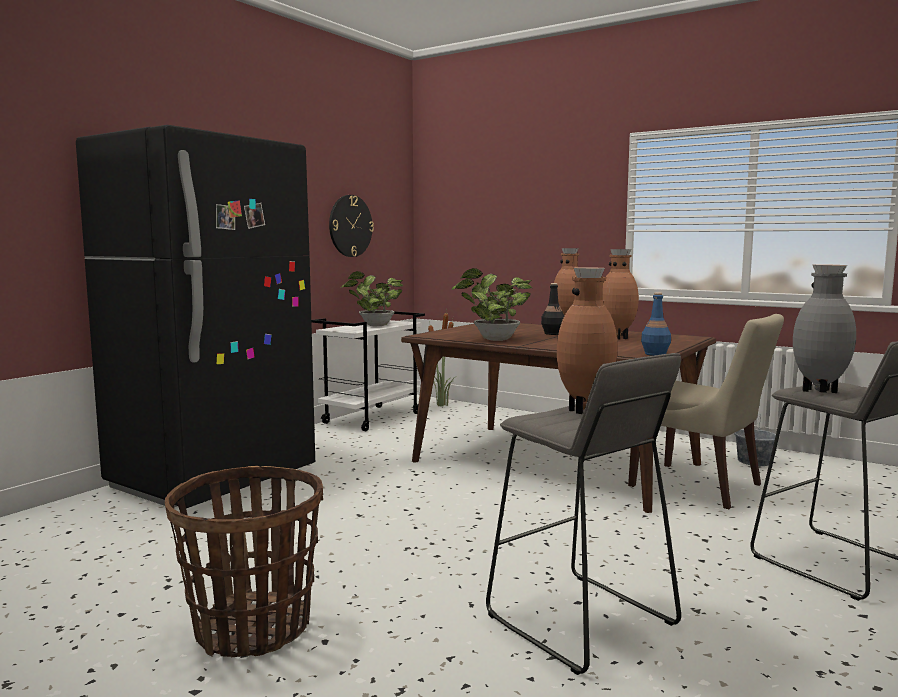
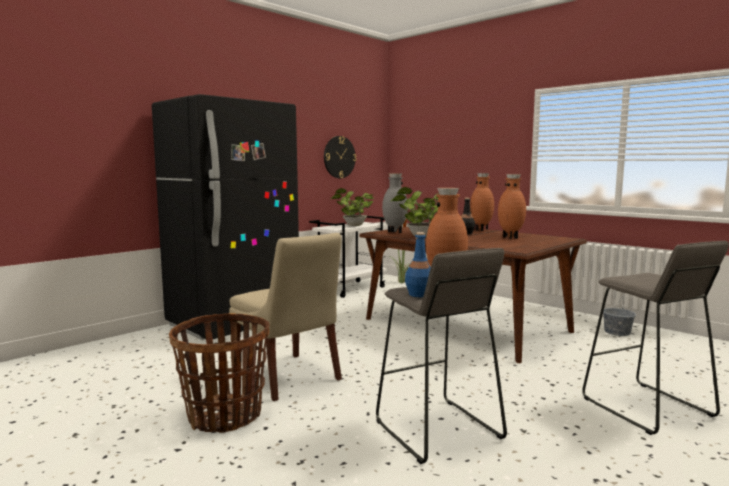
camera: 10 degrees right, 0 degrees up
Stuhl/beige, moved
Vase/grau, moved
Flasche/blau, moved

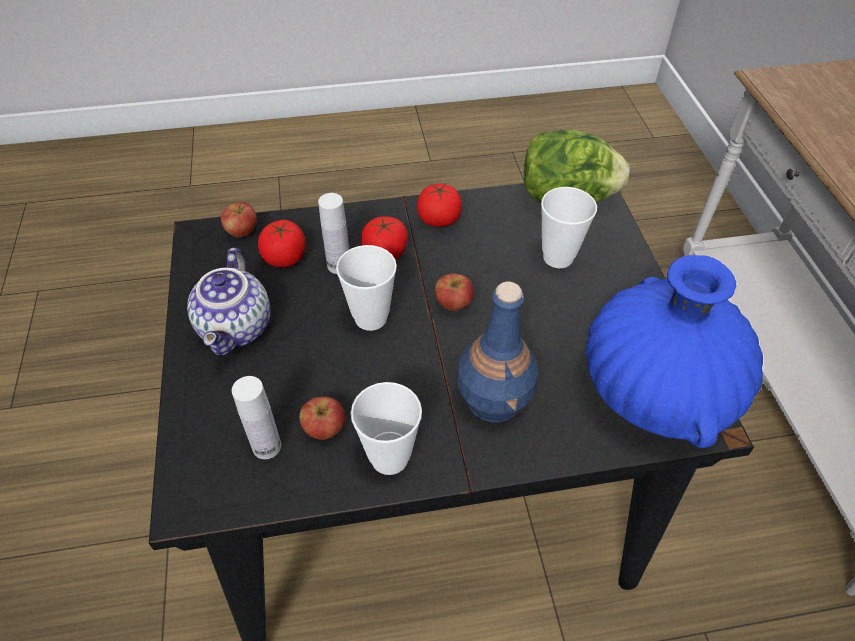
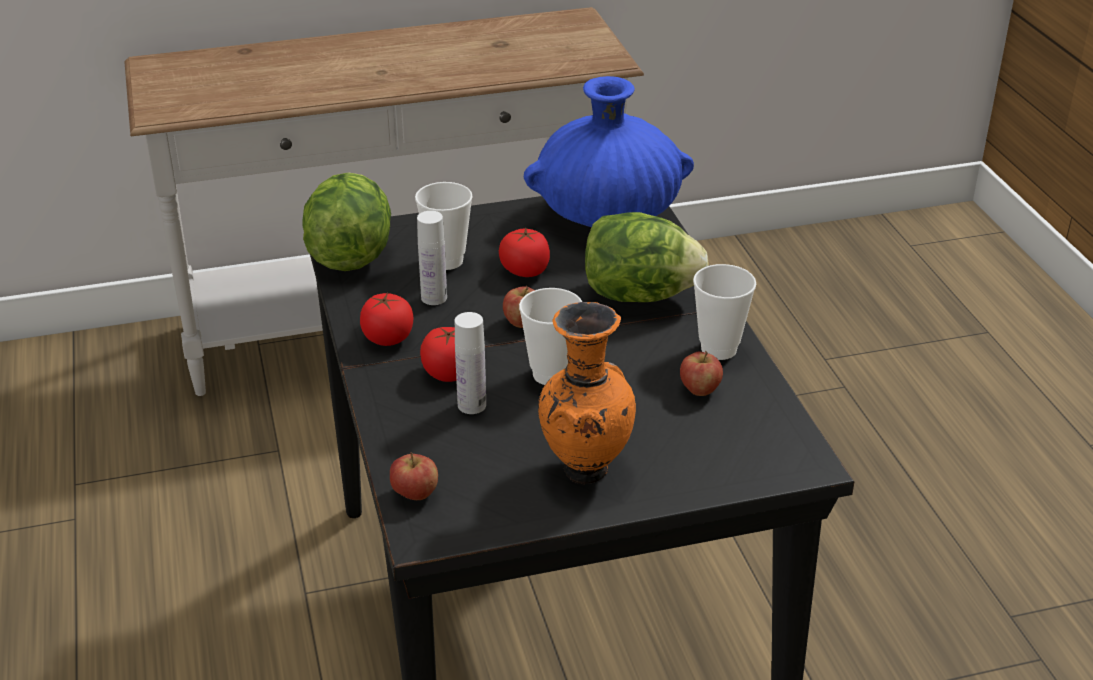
camera: 95 degrees left, 15 degrees down
Flasche/weiß (1st from left), moved
Tomate (1st from left in the first image) => Tomate (3rd from left), moved
Teekanne => Vase/orange
Flasche/blau => Salatkopf (2nd from left)

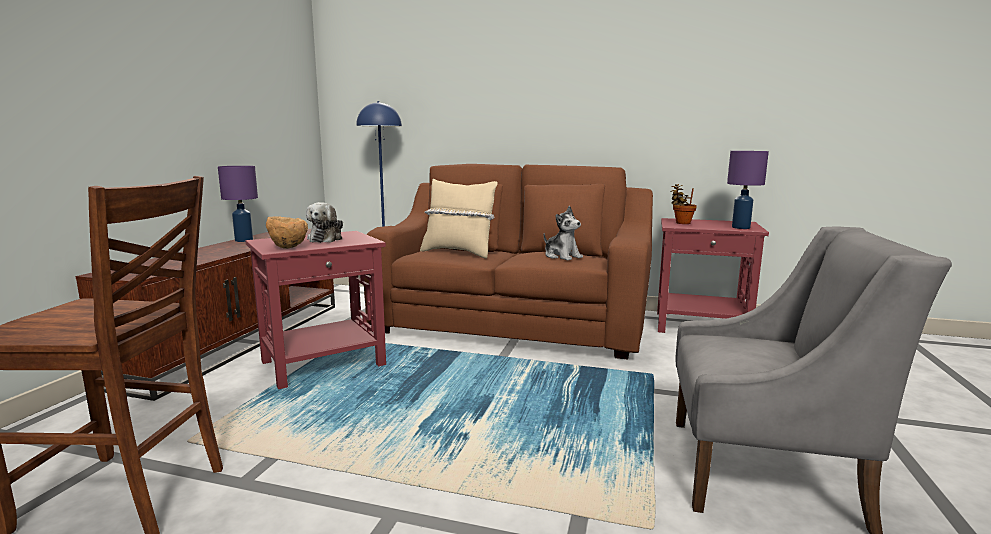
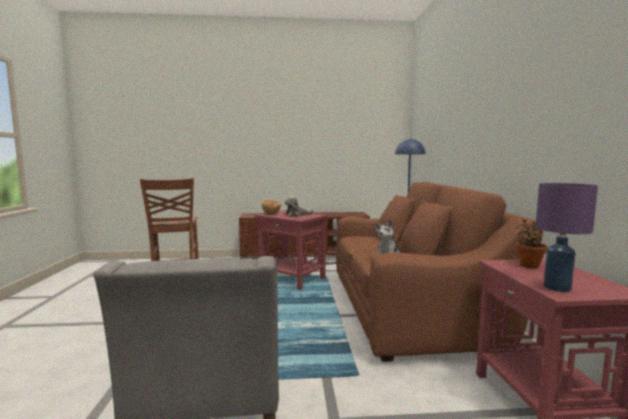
camera: 70 degrees right, 5 degrees down
Tischlampe/lila (1st from left) => nothing
Kissen/beige => nothing

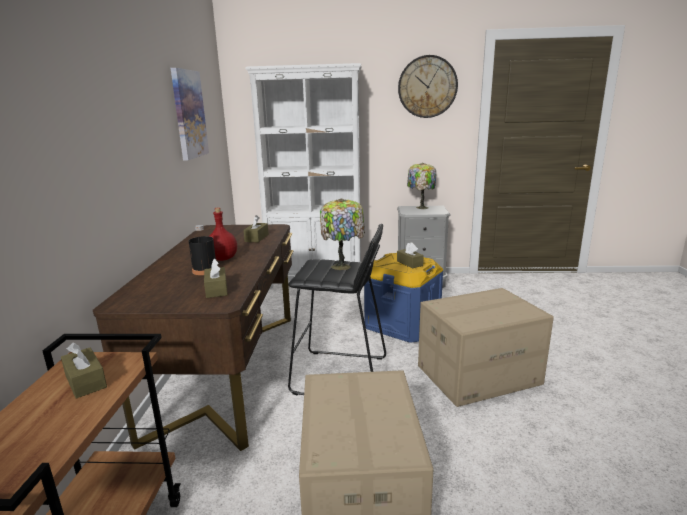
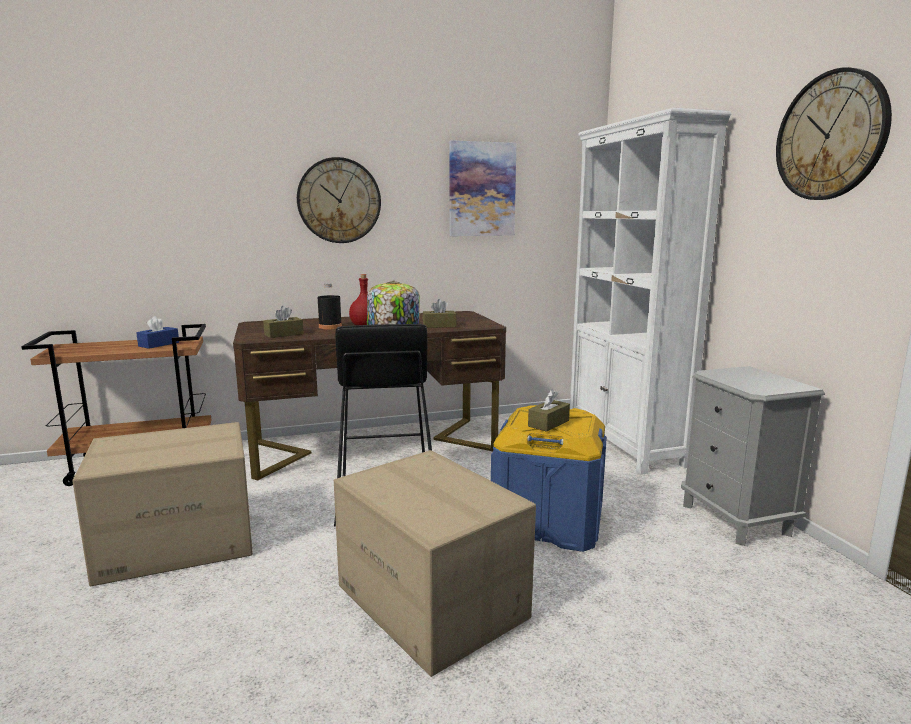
camera: 70 degrees right, 5 degrees down
Taschentuchbox/braun (1st from left) => Taschentuchbox/blau
nothing => Wanduhr (1st from left)
Tischlampe (2nd from left) => nothing

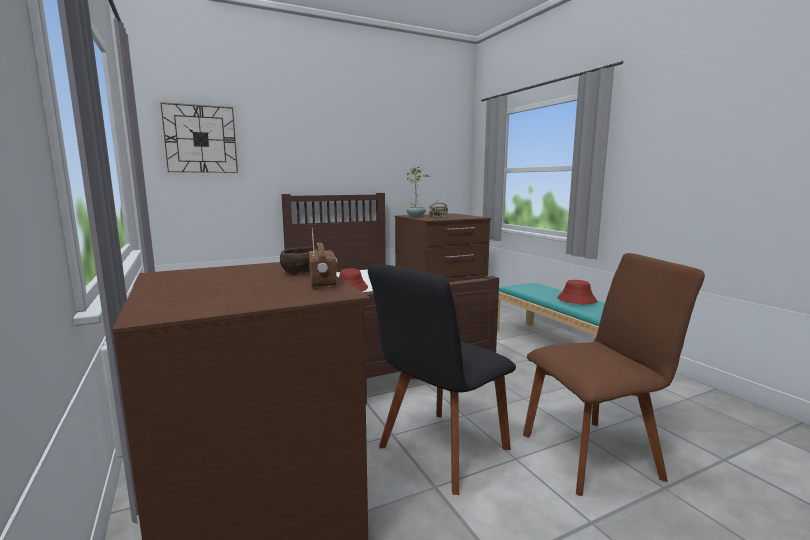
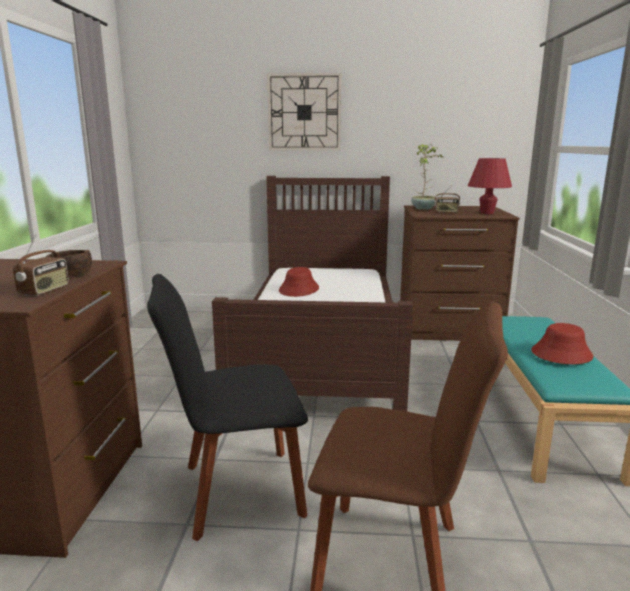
camera: 30 degrees right, 5 degrees up
Wanduhr, moved
nothing => Tischlampe/rot

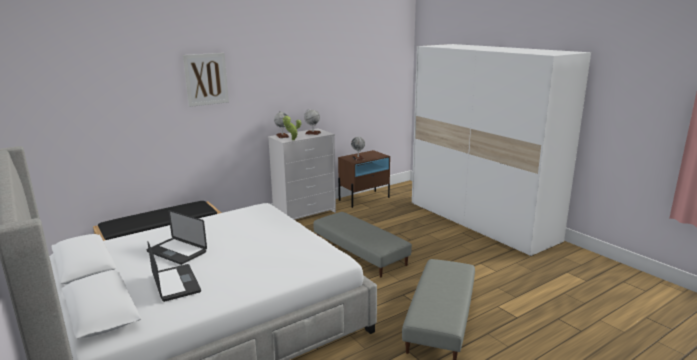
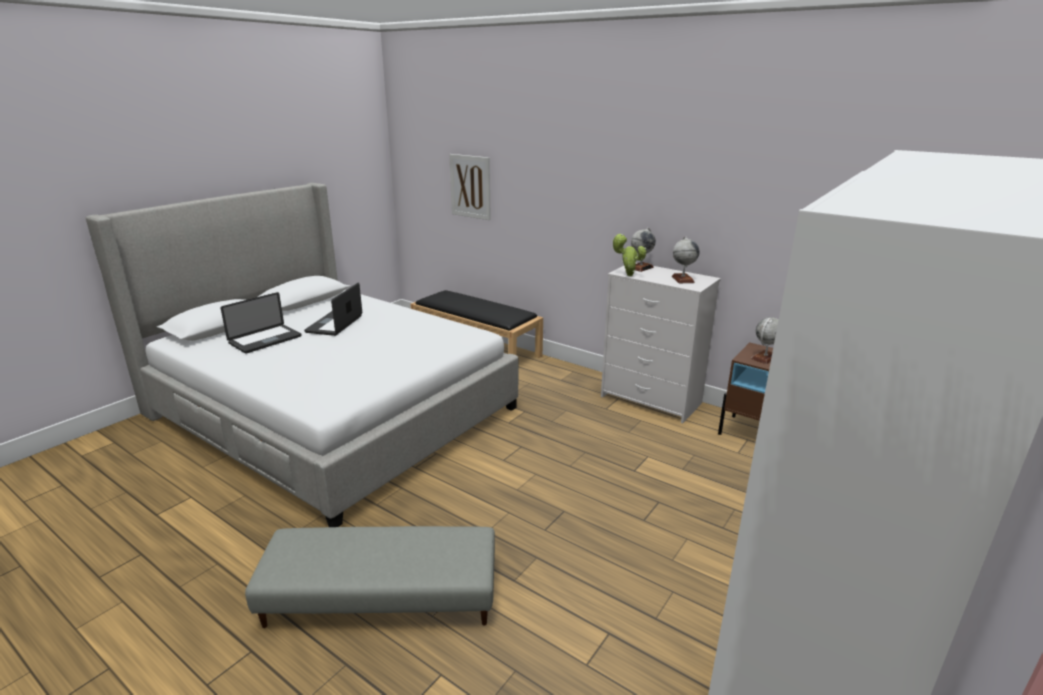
camera: 70 degrees right, 5 degrees up
Bild, moved
Polsterhocker/grau (1st from left) => nothing

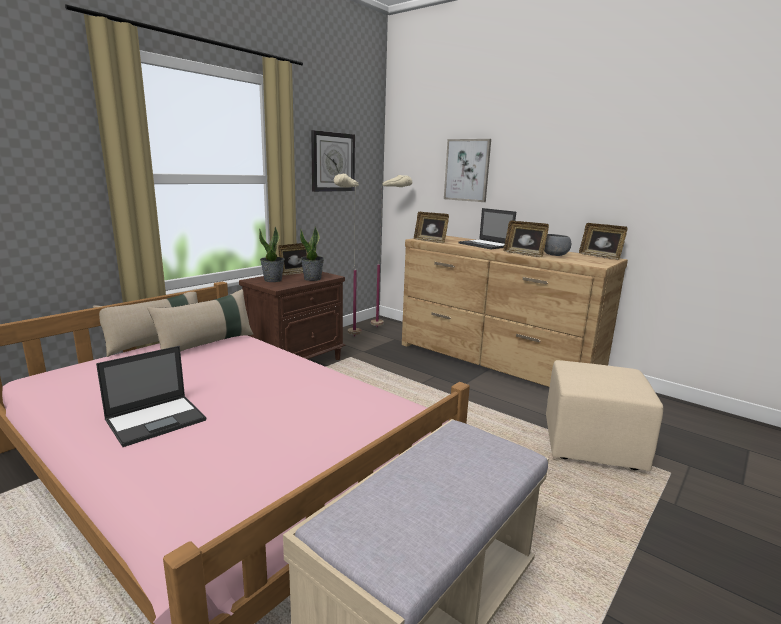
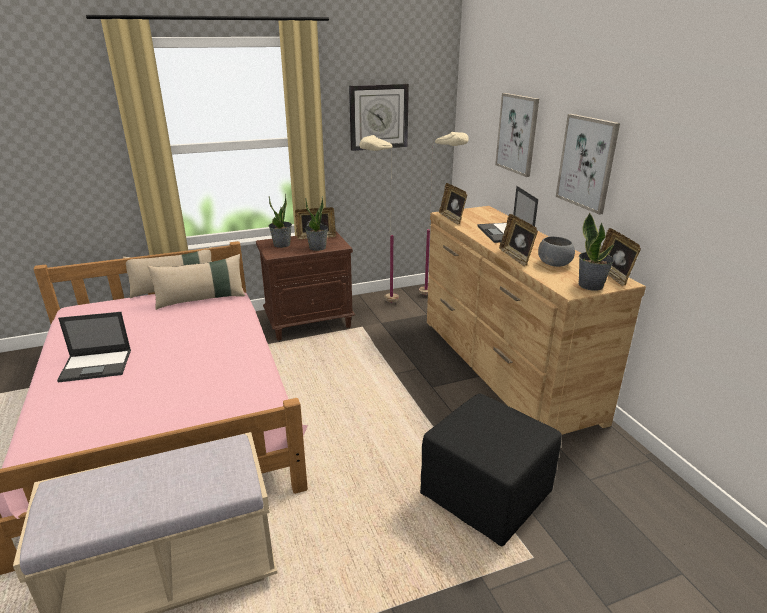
camera: 30 degrees right, 10 degrees up
Polsterhocker/beige => Polsterhocker/schwarz
nothing => Bild (2nd from left)
nothing => Topfpflanze (3rd from left)

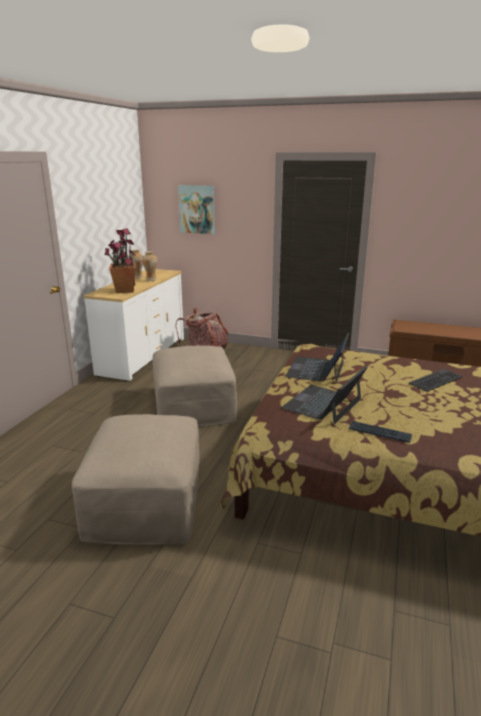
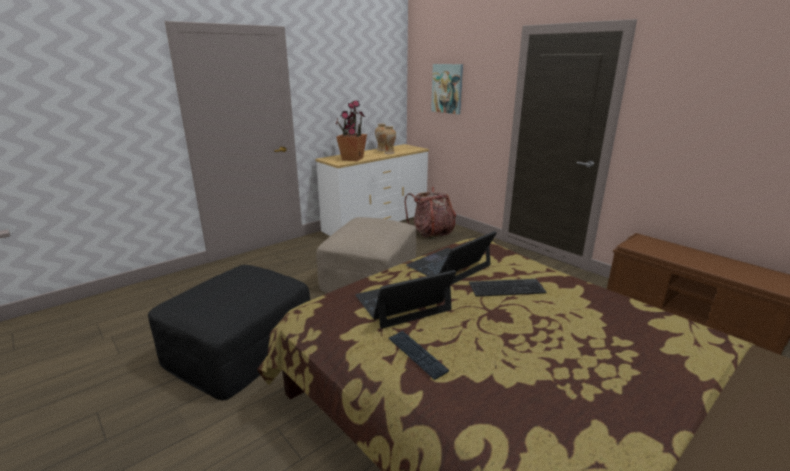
camera: 30 degrees right, 0 degrees up
Polsterhocker/beige (1st from left) => Polsterhocker/schwarz
Tastatur (2nd from left), moved

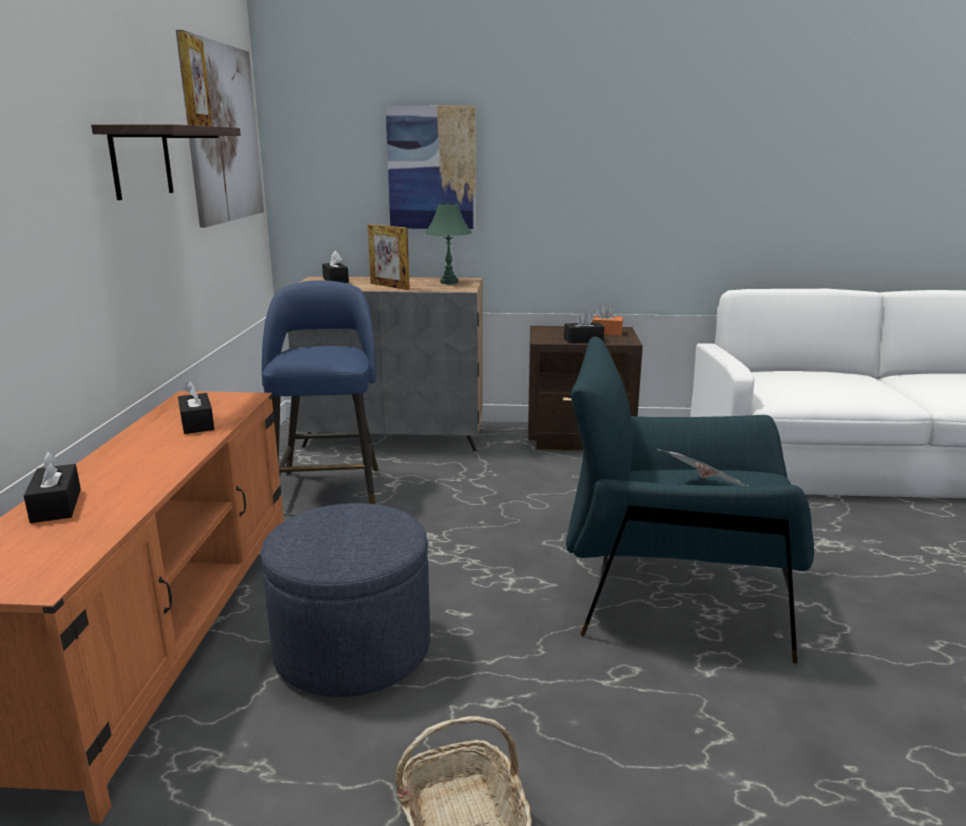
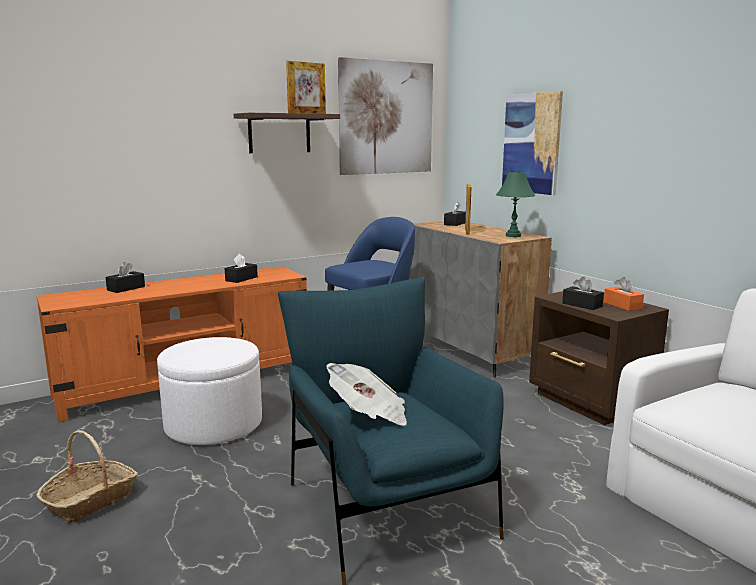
camera: 55 degrees right, 5 degrees down
Polsterhocker/blau => Polsterhocker/weiß

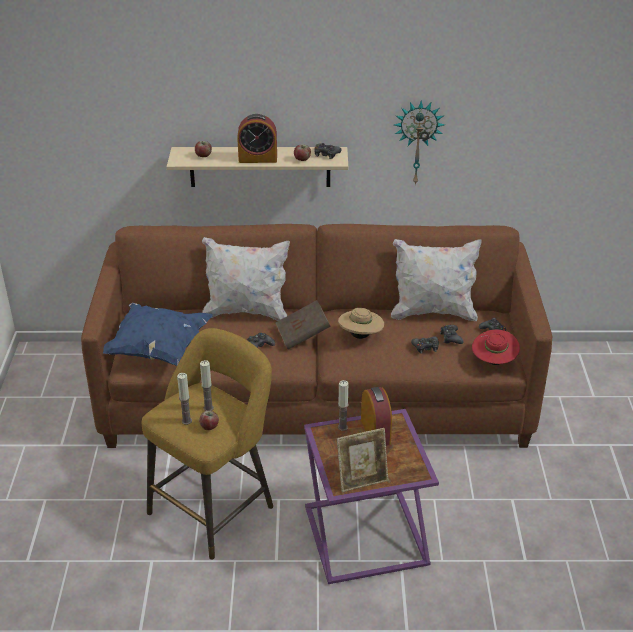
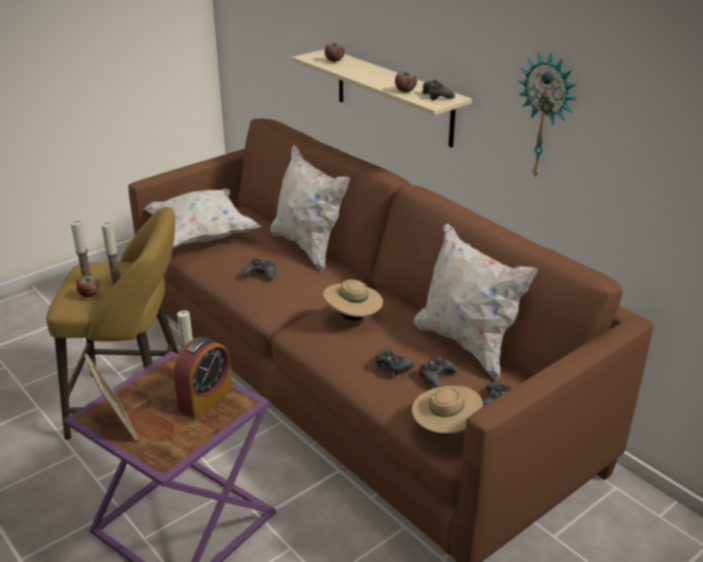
camera: 50 degrees right, 5 degrees down
Bilderrahmen, 150 degrees counterclockwise
Kissen/blau => Kissen/weiß (1st from left)
Hut/rot => Hut/beige (2nd from left)
Wecker (1st from left) => nothing
Buch/braun => nothing

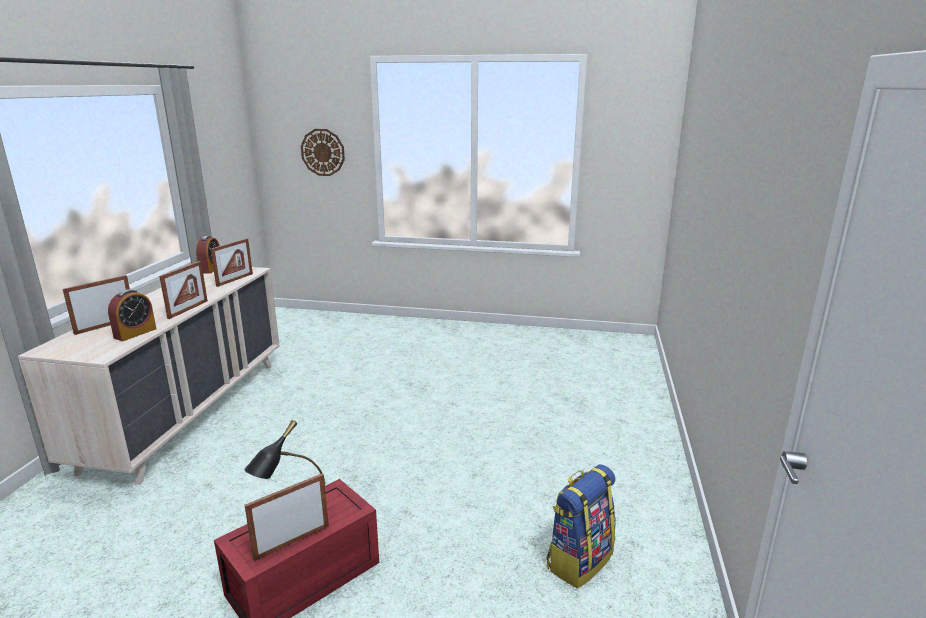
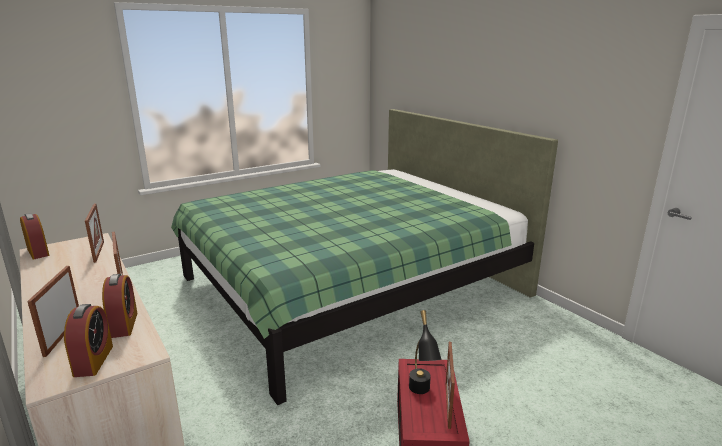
camera: 45 degrees left, 0 degrees up
nothing => Wecker (2nd from left)
nothing => Bett/grün
Wanduhr => nothing
Rucksack => nothing

